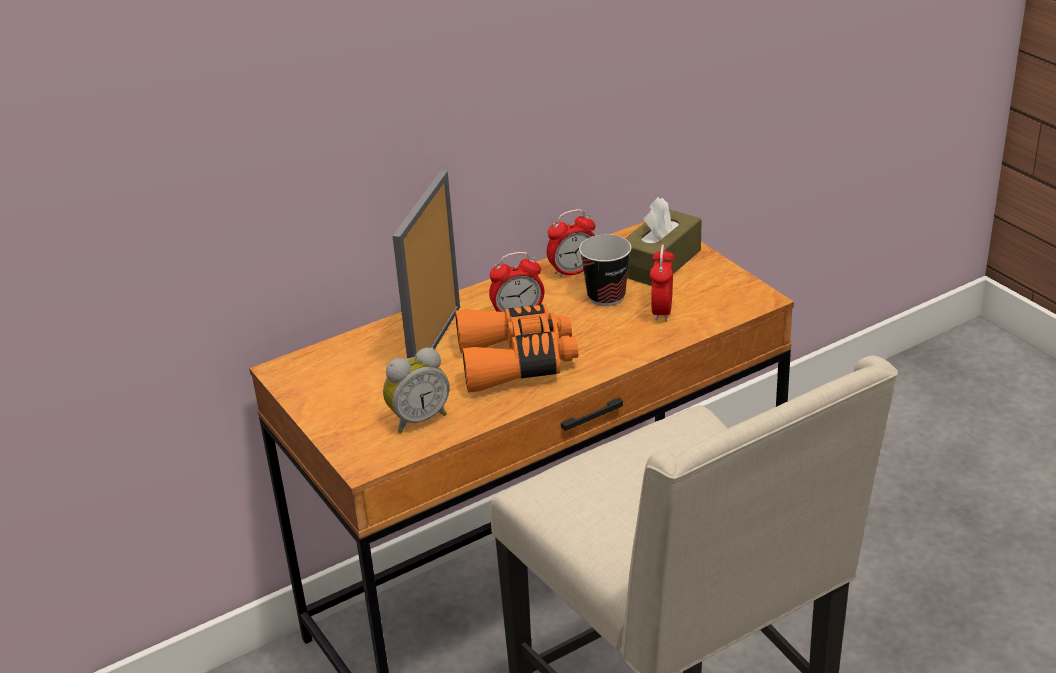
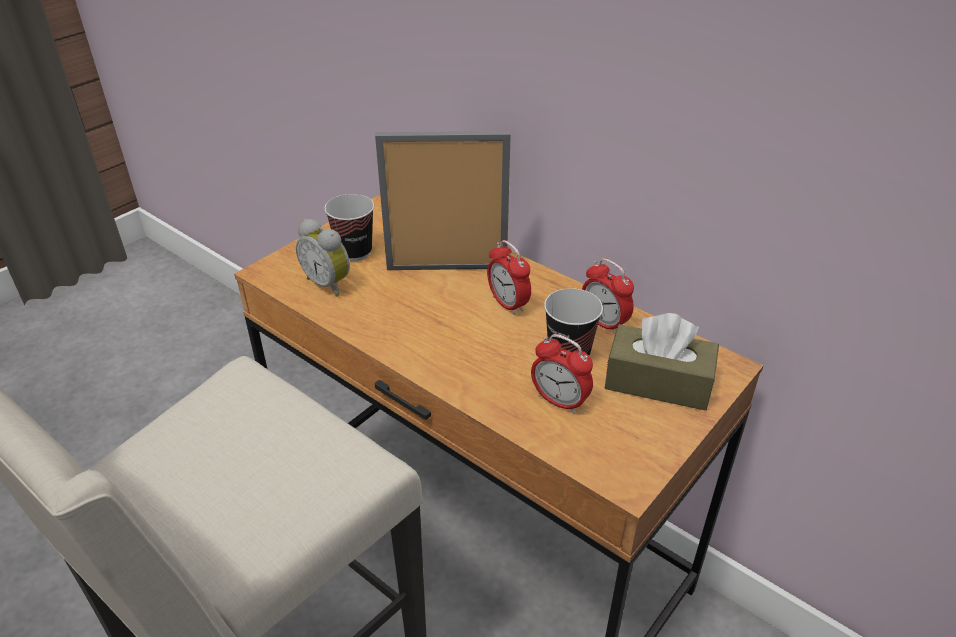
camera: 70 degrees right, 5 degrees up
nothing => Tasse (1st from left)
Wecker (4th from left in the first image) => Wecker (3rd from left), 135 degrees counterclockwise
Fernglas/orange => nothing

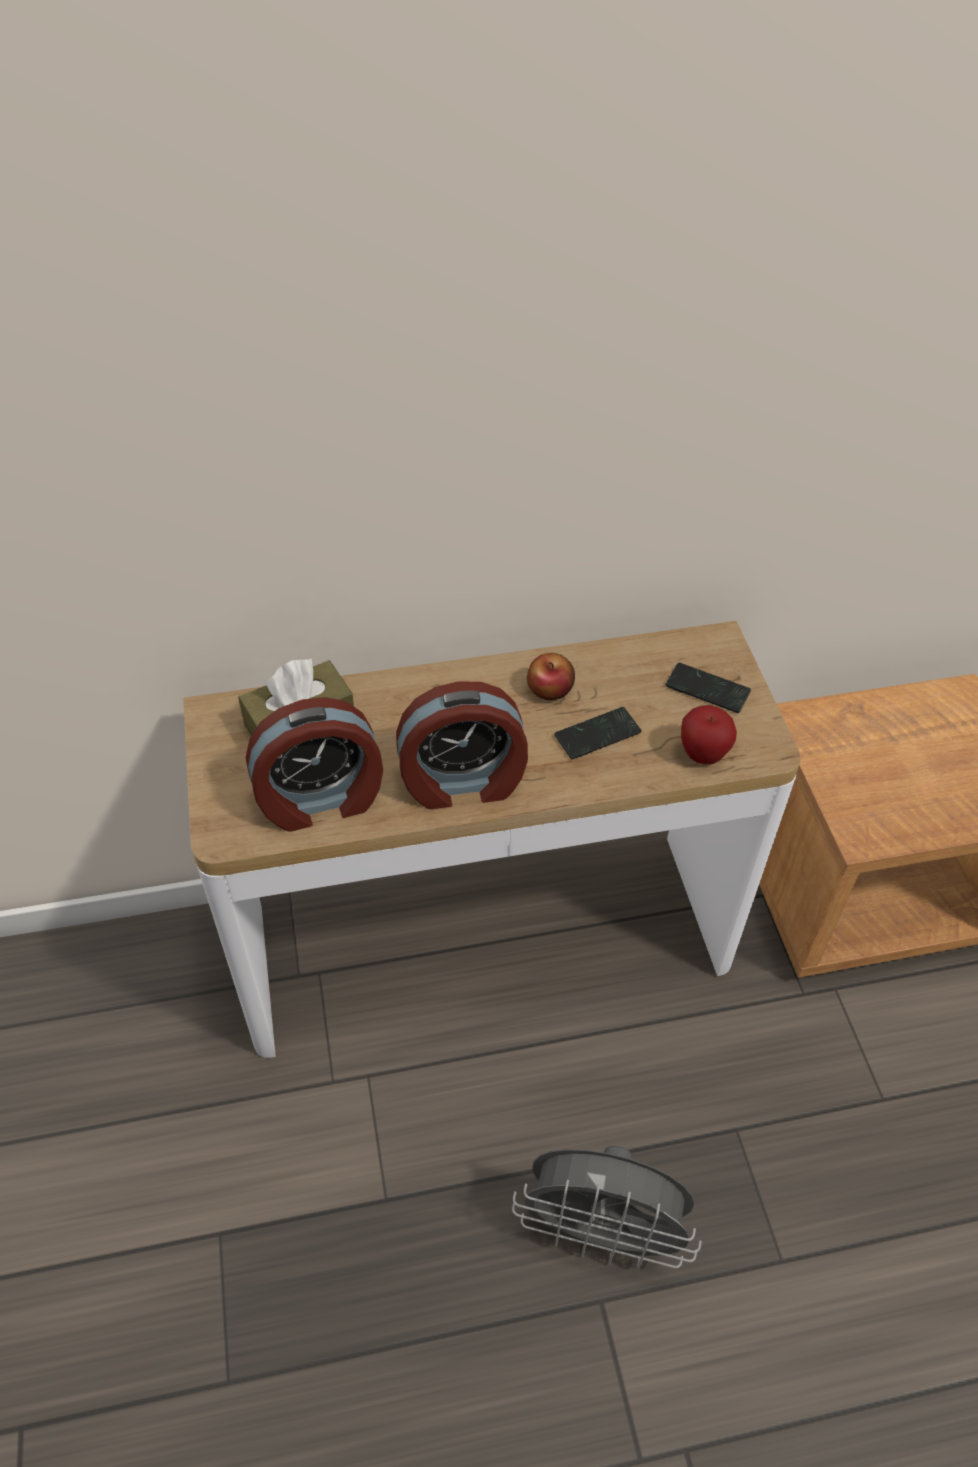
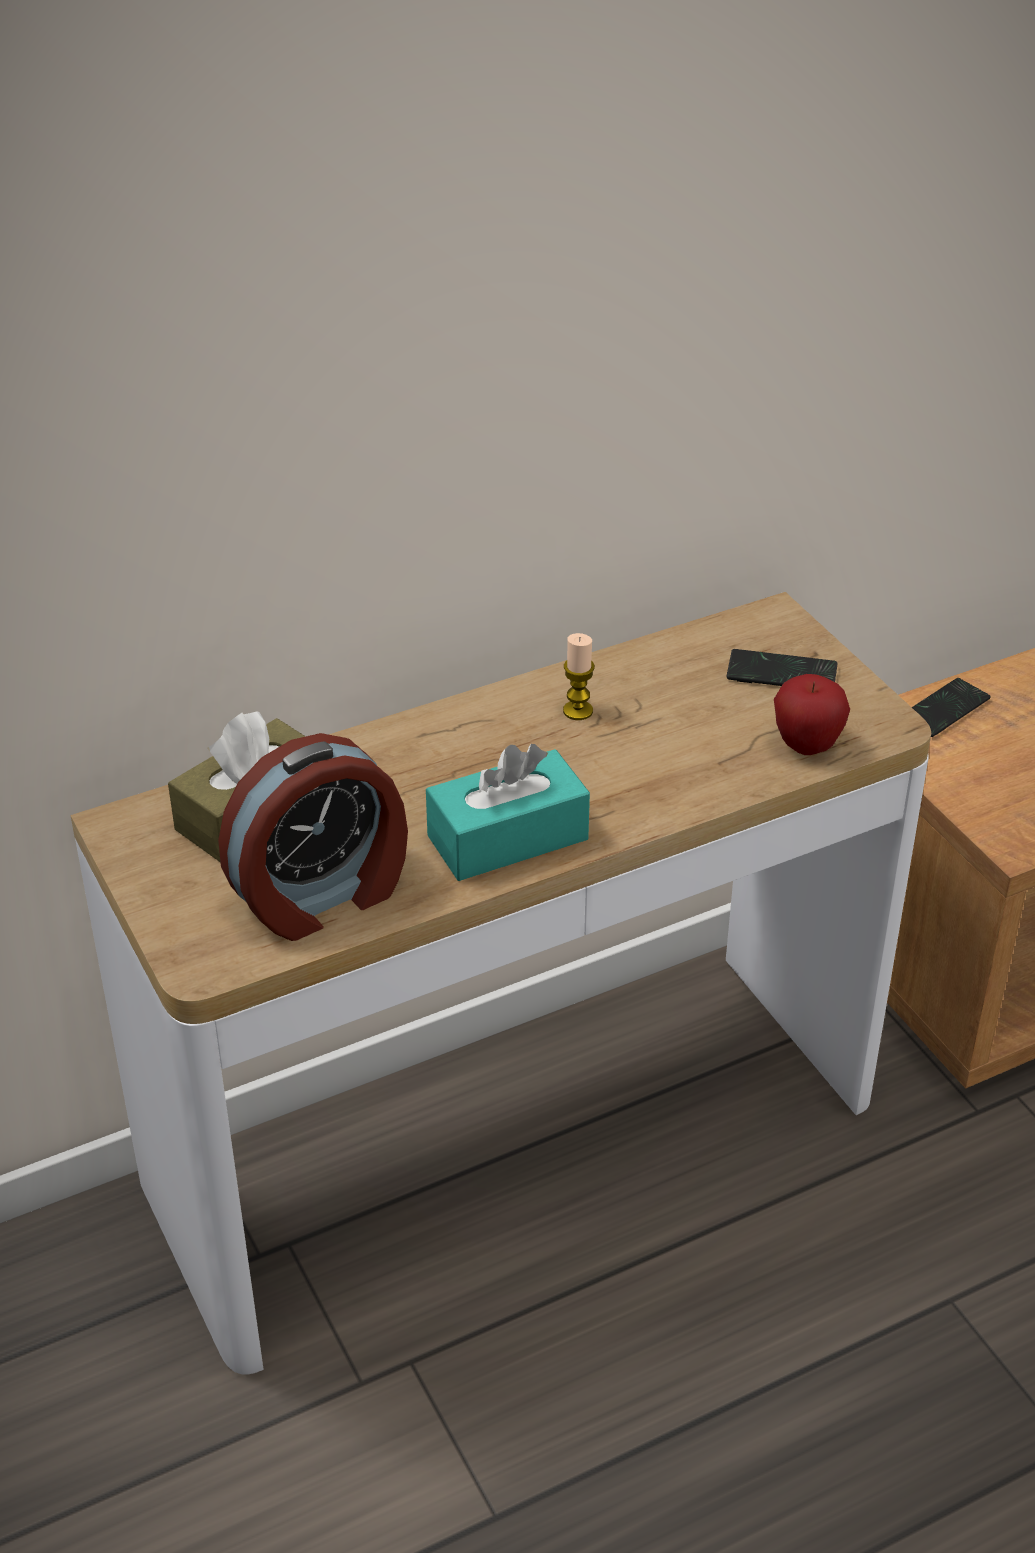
camera: 15 degrees left, 10 degrees down
Wecker (2nd from left) => Taschentuchbox/türkis
Apfel (1st from left) => Kerze
Handy (1st from left in the first image) => Handy (2nd from left), moved
Ventilator/grau => nothing

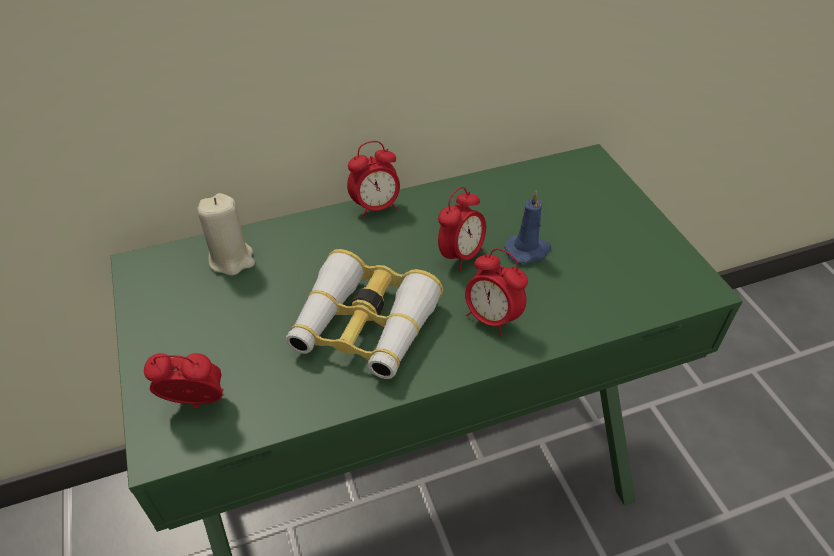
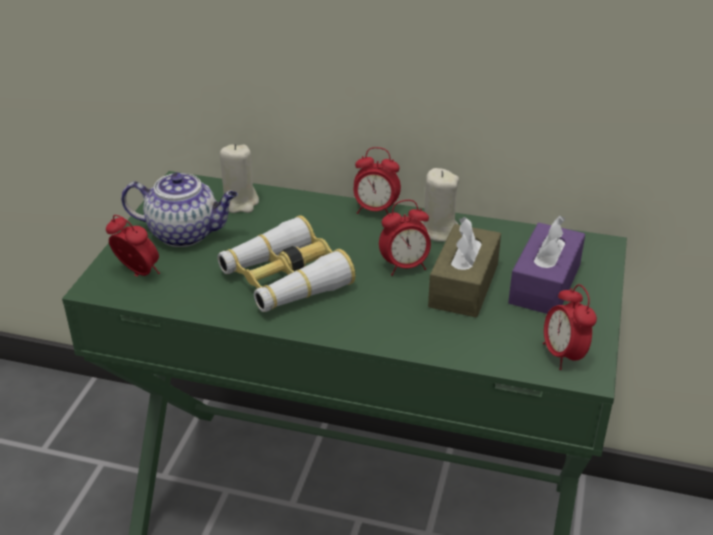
camera: 35 degrees right, 10 degrees down
nothing => Teekanne
nothing => Kerze/beige (2nd from left)
Kerze/blau => Taschentuchbox/braun
nothing => Taschentuchbox/lila
Wecker (4th from left), moved

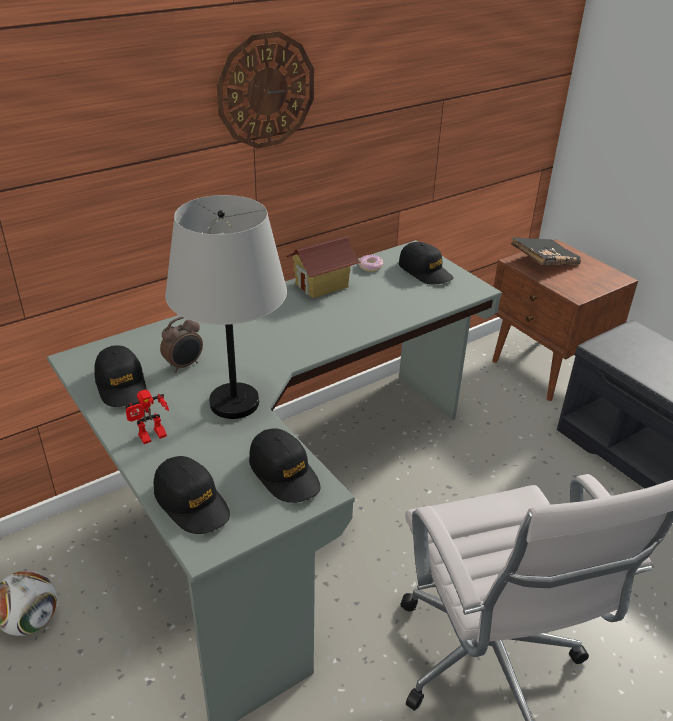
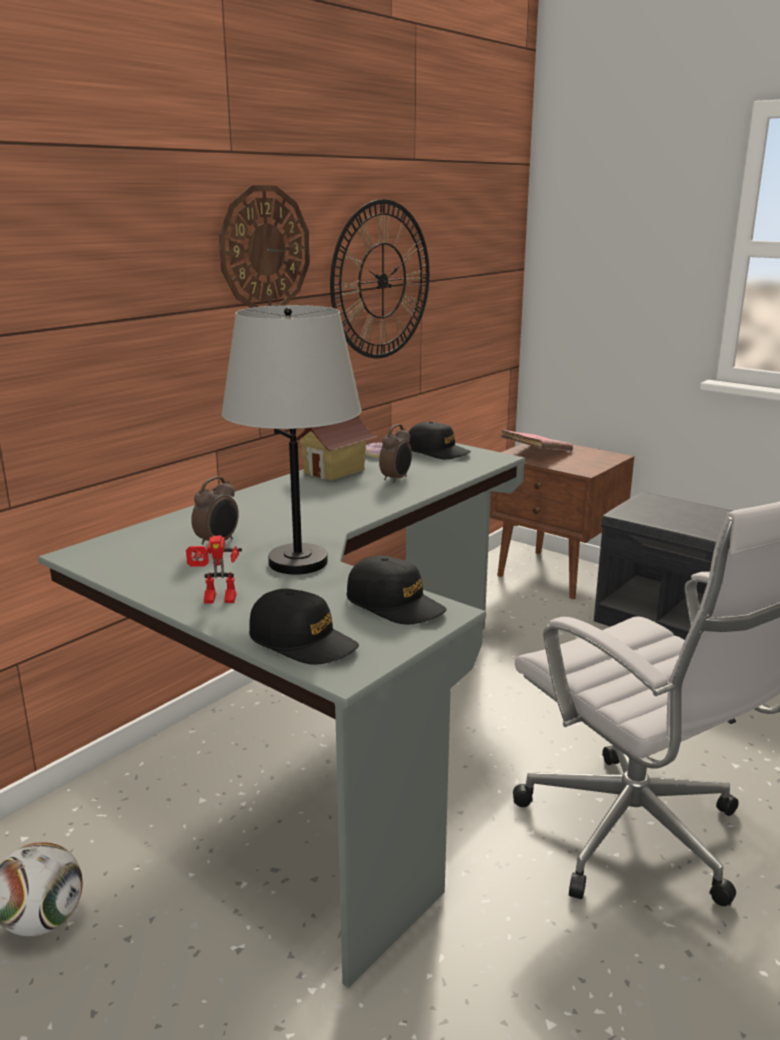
camera: 15 degrees left, 15 degrees down
Spielzeugroboter, 45 degrees clockwise
nothing => Wanduhr (2nd from left)
nothing => Wecker (2nd from left)
Buch/schwarz => Buch/rosa
Kappe/schwarz (1st from left) => nothing

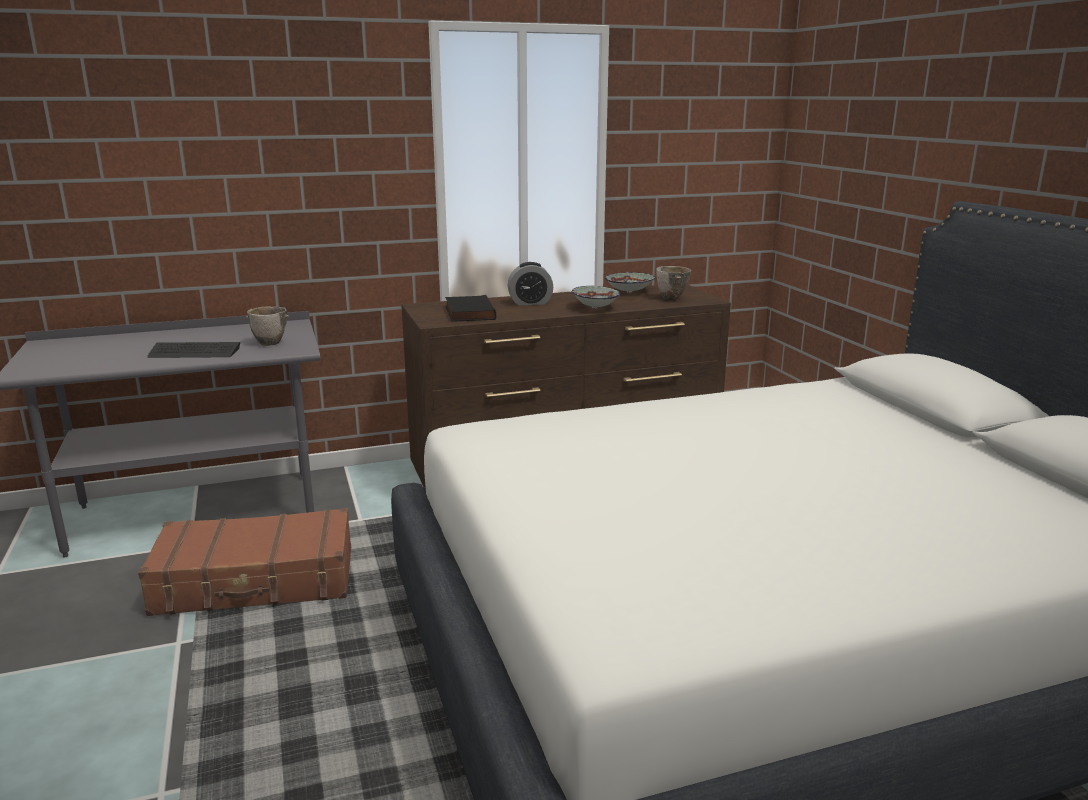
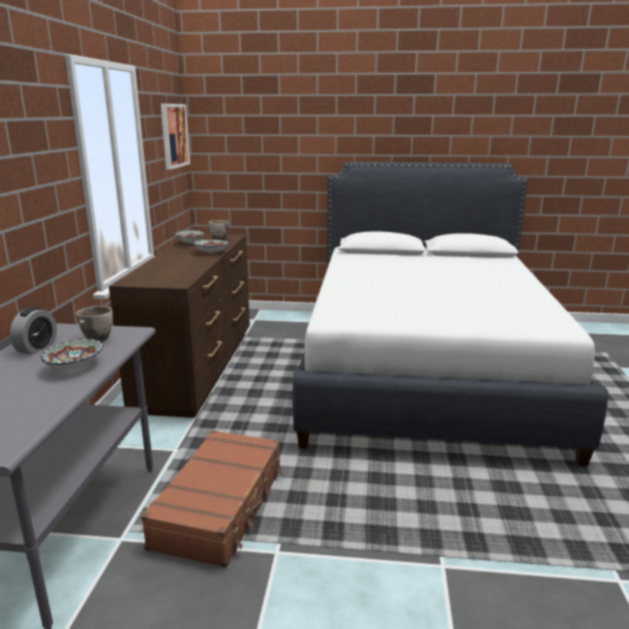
camera: 65 degrees left, 0 degrees up
Wecker, moved
Tastatur => Schüssel (1st from left)
nothing => Bild
Buch/schwarz => nothing

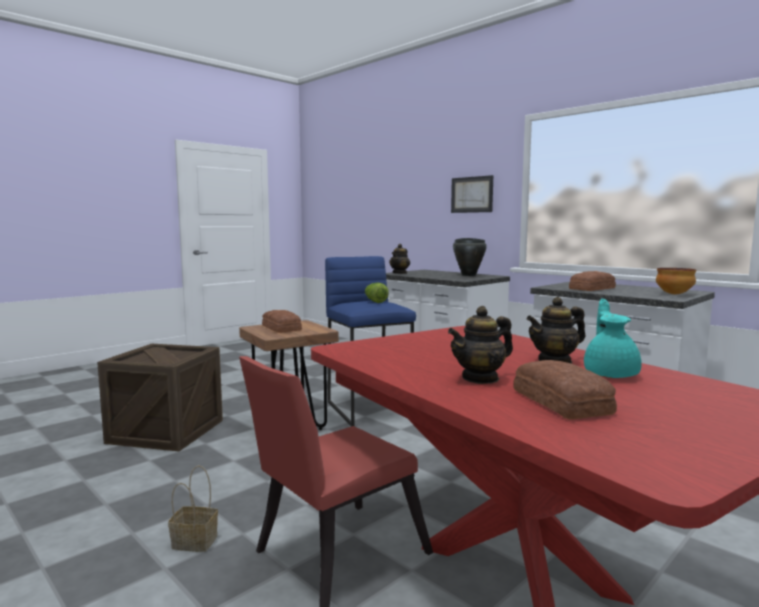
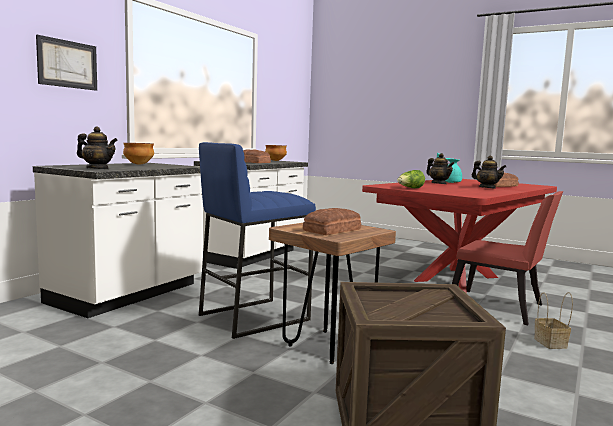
camera: 105 degrees left, 0 degrees up
Kochtopf/schwarz => Schüssel (1st from left)
Salatkopf, moved

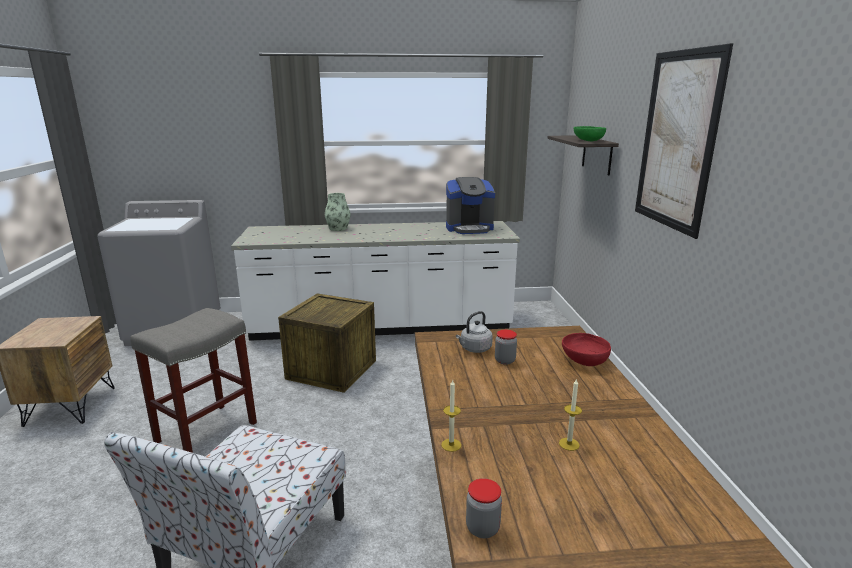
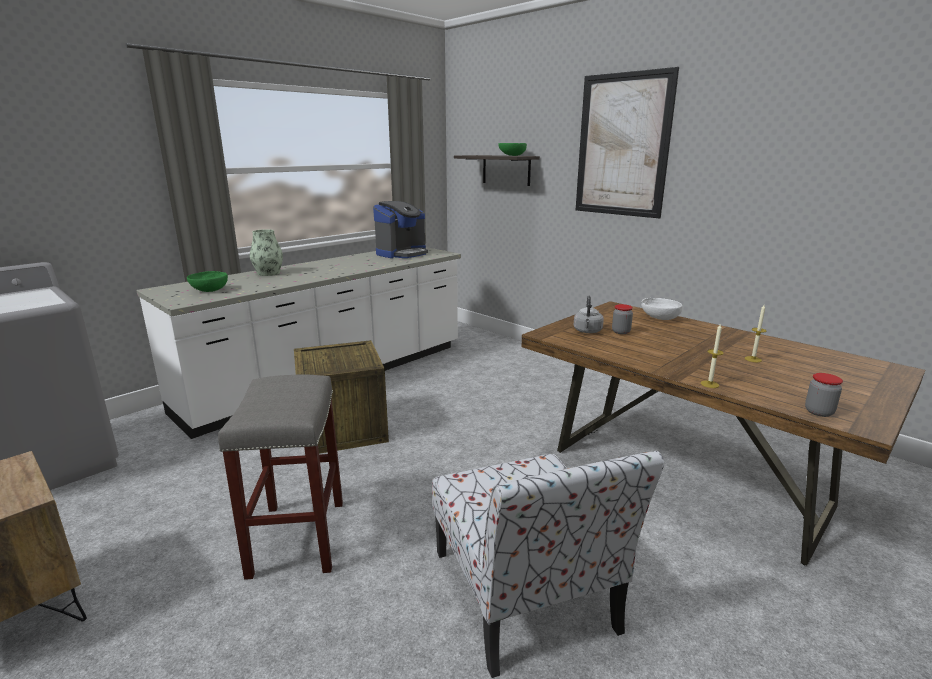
camera: 40 degrees left, 0 degrees up
nothing => Schüssel/grün (1st from left)
Schüssel/rot => Schüssel/weiß

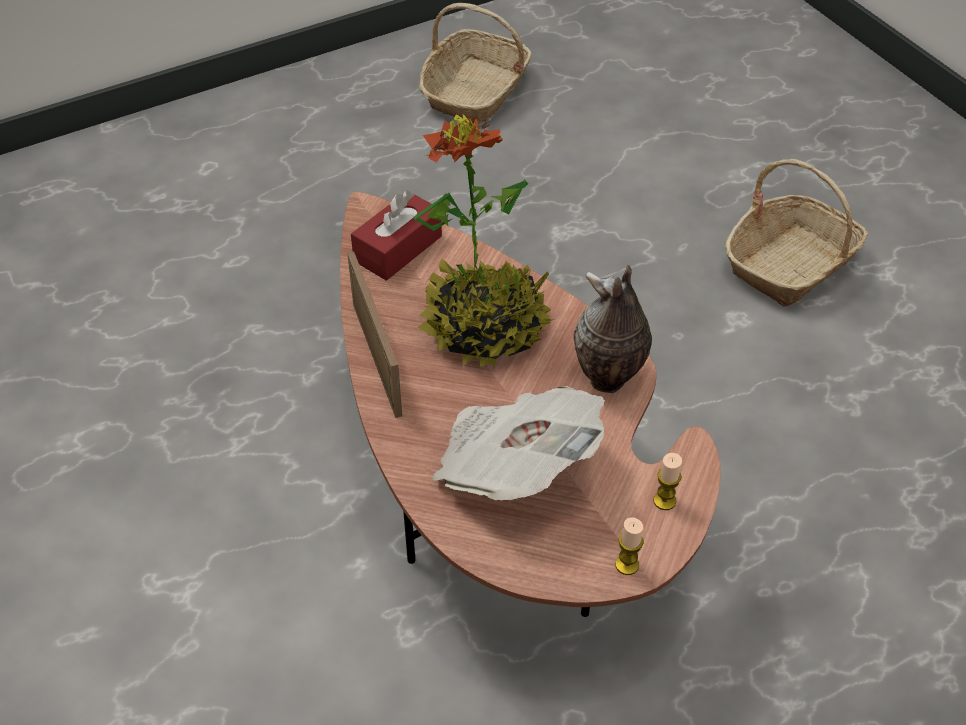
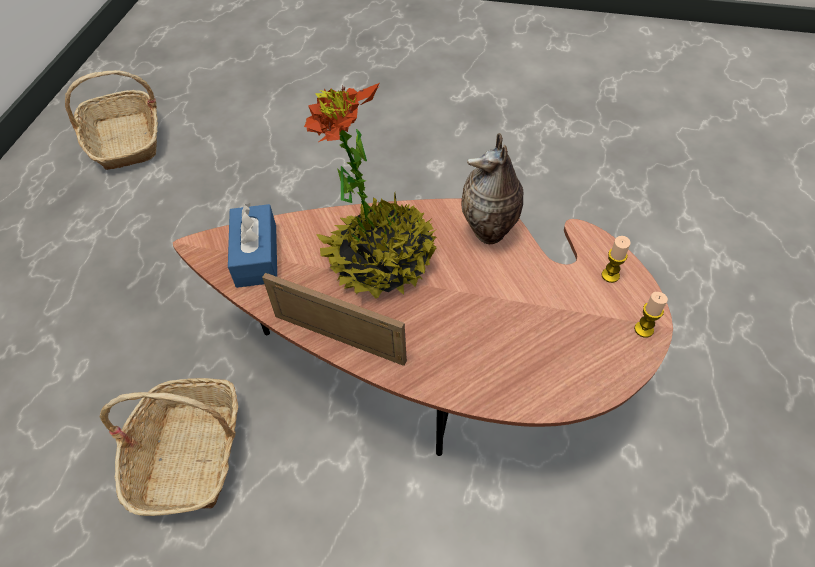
camera: 45 degrees left, 5 degrees up
Korb (2nd from left), moved
Taschentuchbox/rot => Taschentuchbox/blau
Zeitung => nothing

